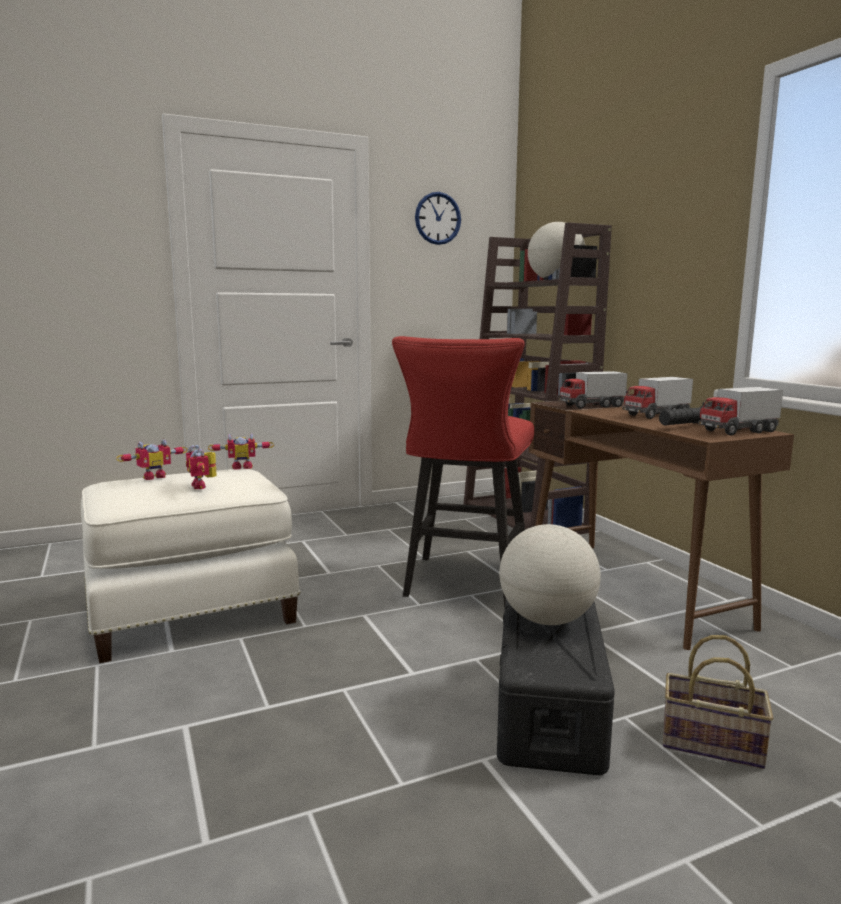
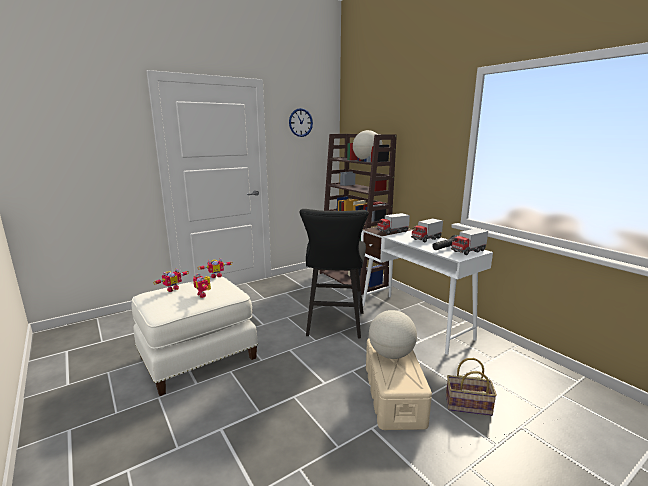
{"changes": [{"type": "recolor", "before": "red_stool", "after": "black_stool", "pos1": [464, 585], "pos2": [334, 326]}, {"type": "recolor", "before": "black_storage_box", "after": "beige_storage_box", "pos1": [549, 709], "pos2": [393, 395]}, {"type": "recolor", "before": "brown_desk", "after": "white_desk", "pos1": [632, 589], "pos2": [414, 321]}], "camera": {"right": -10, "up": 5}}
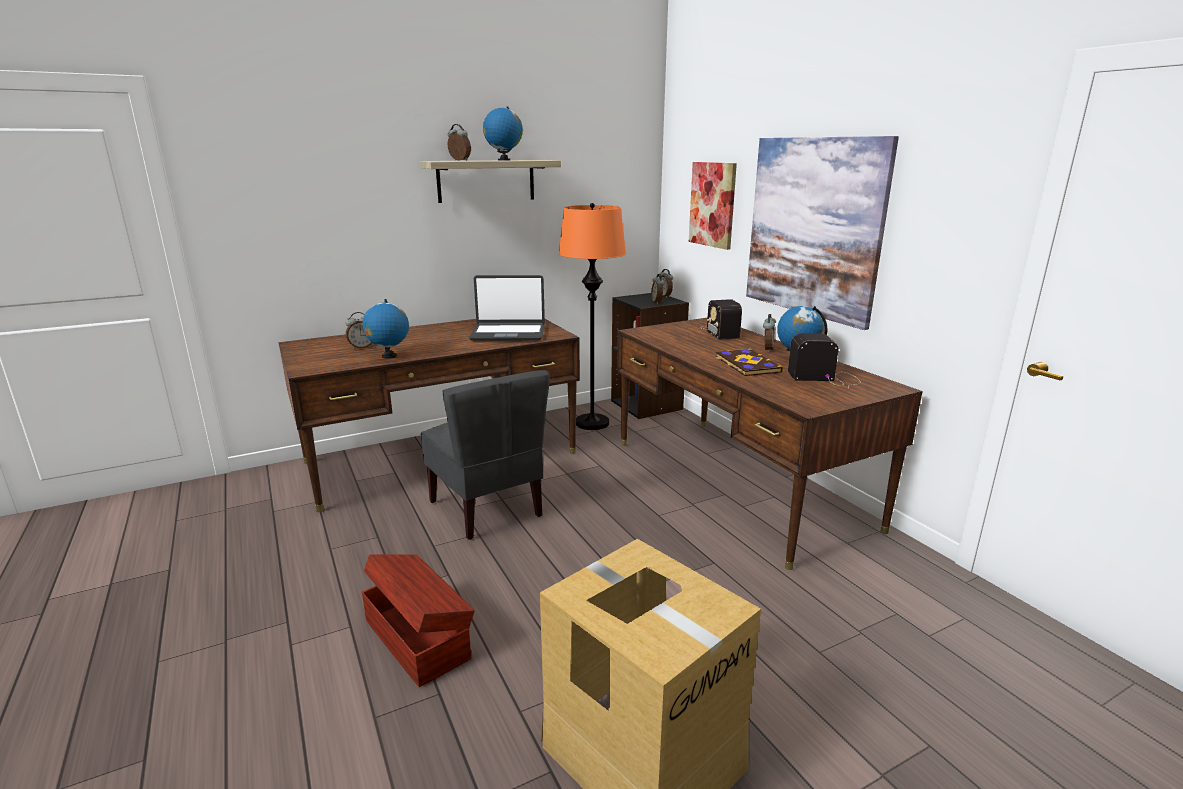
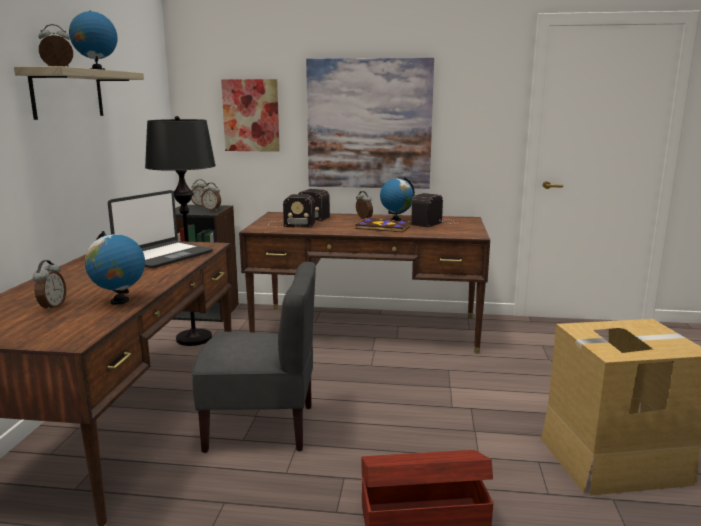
{"changes": [{"type": "insert", "after": "radio", "pos2": [289, 224]}, {"type": "recolor", "before": "orange_floor_lamp", "after": "black_floor_lamp", "pos1": [591, 423], "pos2": [194, 339]}], "camera": {"right": -55, "up": -5}}
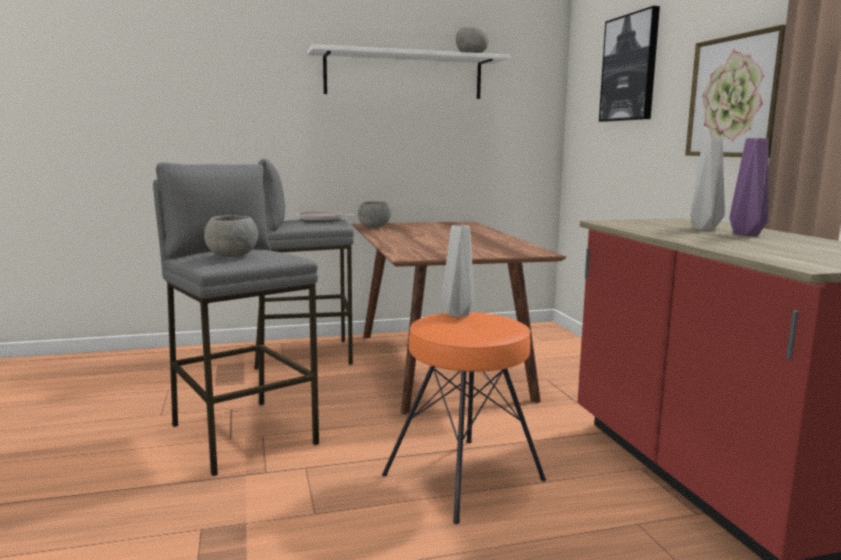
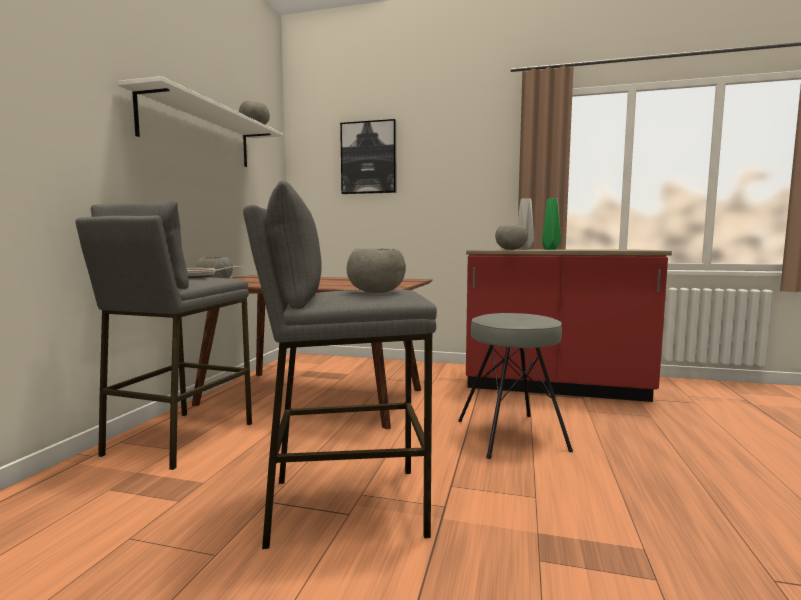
{"changes": [{"type": "delete", "before": "grey_vase", "pos1": [459, 314]}, {"type": "delete", "before": "picture", "pos1": [734, 97]}, {"type": "insert", "after": "grey_bowl", "pos2": [510, 249]}, {"type": "recolor", "before": "orange_stool", "after": "grey_stool", "pos1": [464, 478], "pos2": [511, 435]}, {"type": "recolor", "before": "purple_vase", "after": "green_vase", "pos1": [747, 234], "pos2": [551, 249]}], "camera": {"right": -60, "up": -5}}
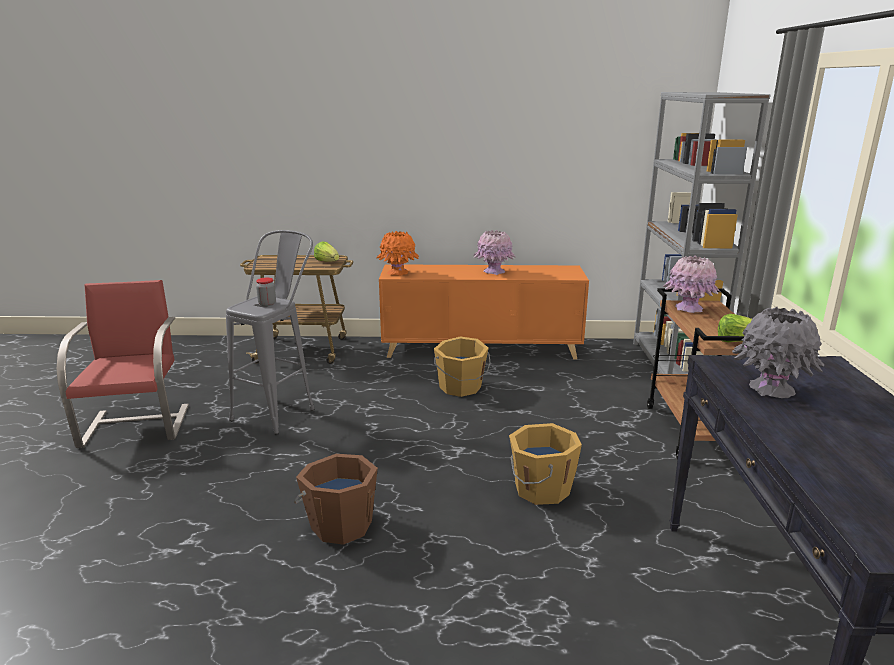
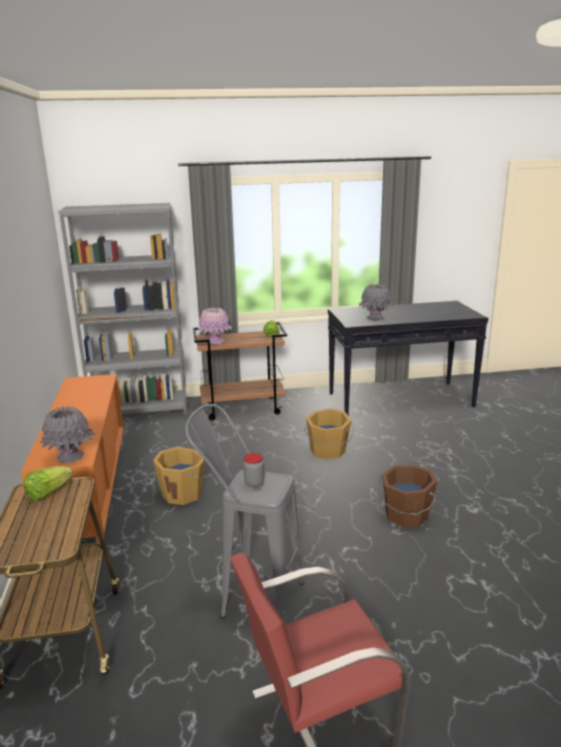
{"changes": [{"type": "delete", "before": "pink_vase", "pos1": [494, 272]}, {"type": "recolor", "before": "orange_vase", "after": "grey_vase", "pos1": [398, 273], "pos2": [70, 457]}], "camera": {"right": -100, "up": 0}}
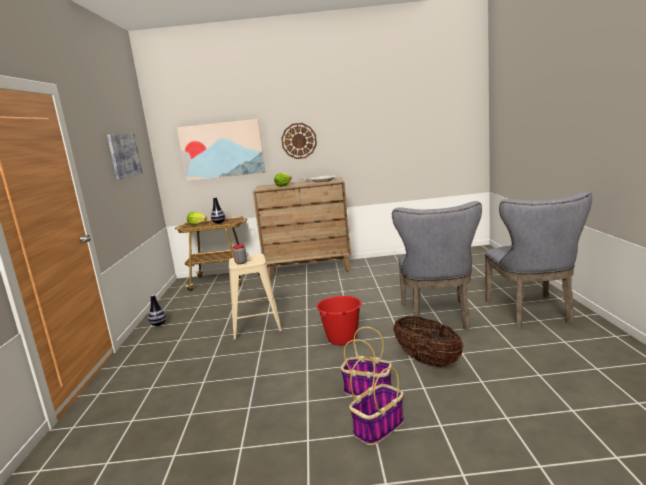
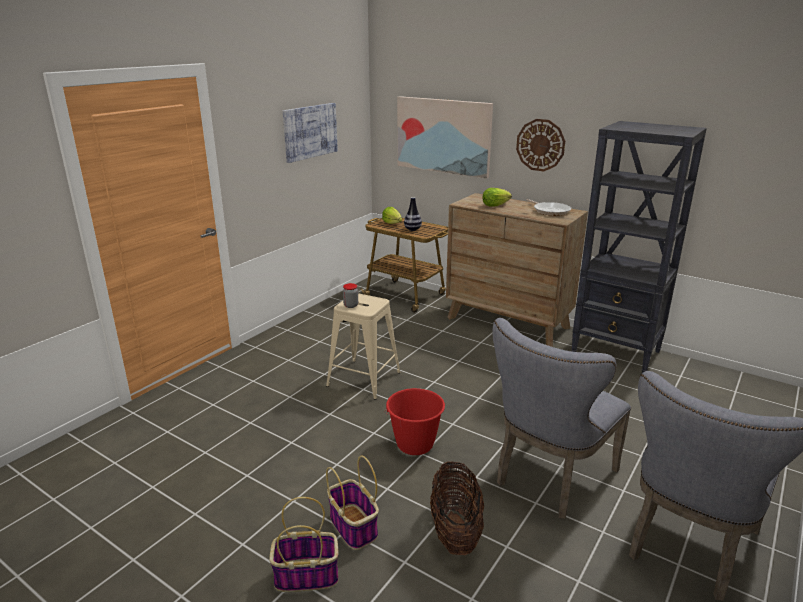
{"changes": [{"type": "delete", "before": "vase", "pos1": [158, 324]}, {"type": "insert", "after": "black_bookcase", "pos2": [616, 353]}], "camera": {"right": 35, "up": 10}}
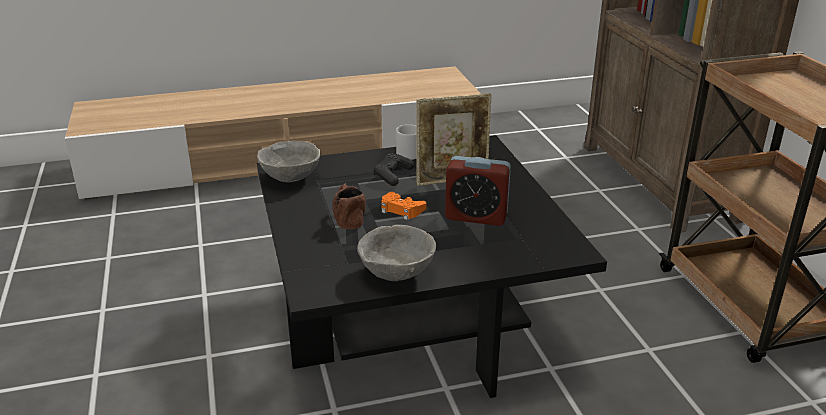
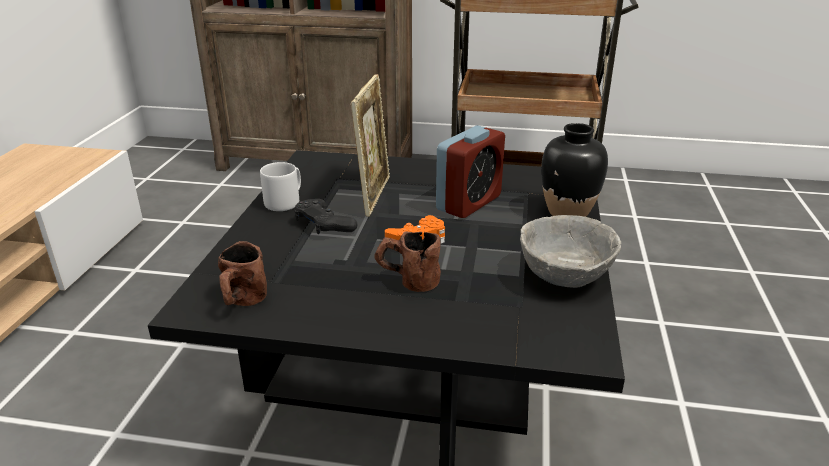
{"changes": [{"type": "insert", "after": "black_vase", "pos2": [567, 212]}, {"type": "replace", "before": "grey_bowl", "after": "brown_mug", "pos1": [290, 178], "pos2": [242, 303]}], "camera": {"right": -65, "up": 0}}
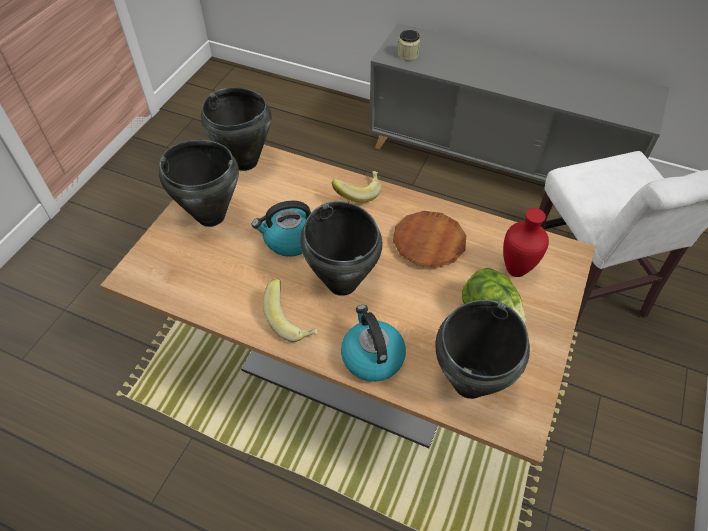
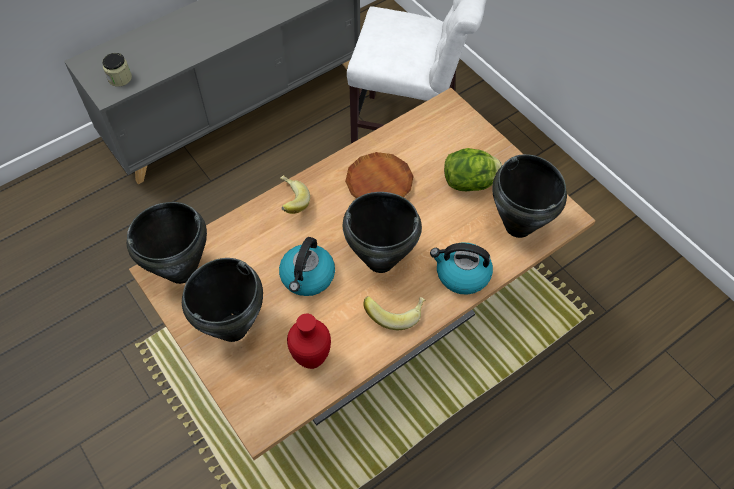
{"changes": [{"type": "move", "before": "red_vase", "pos1": [517, 269], "pos2": [312, 358]}], "camera": {"right": -60, "up": 5}}
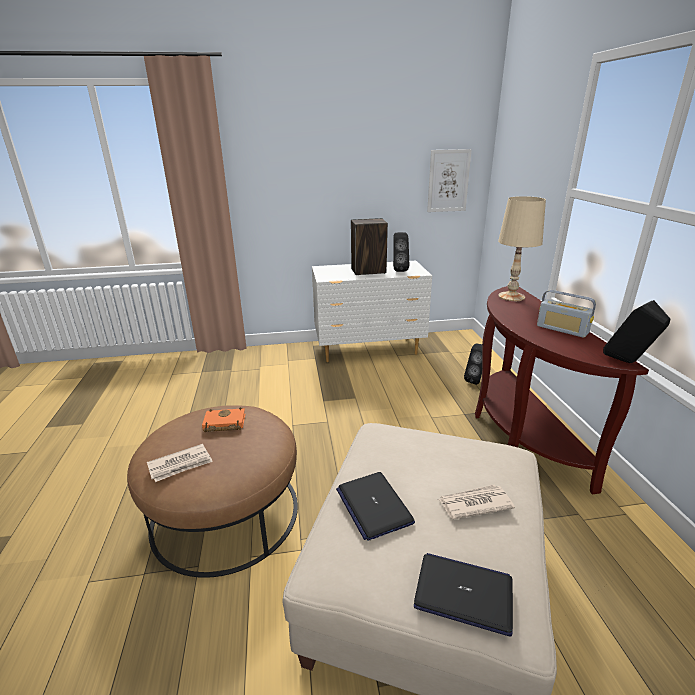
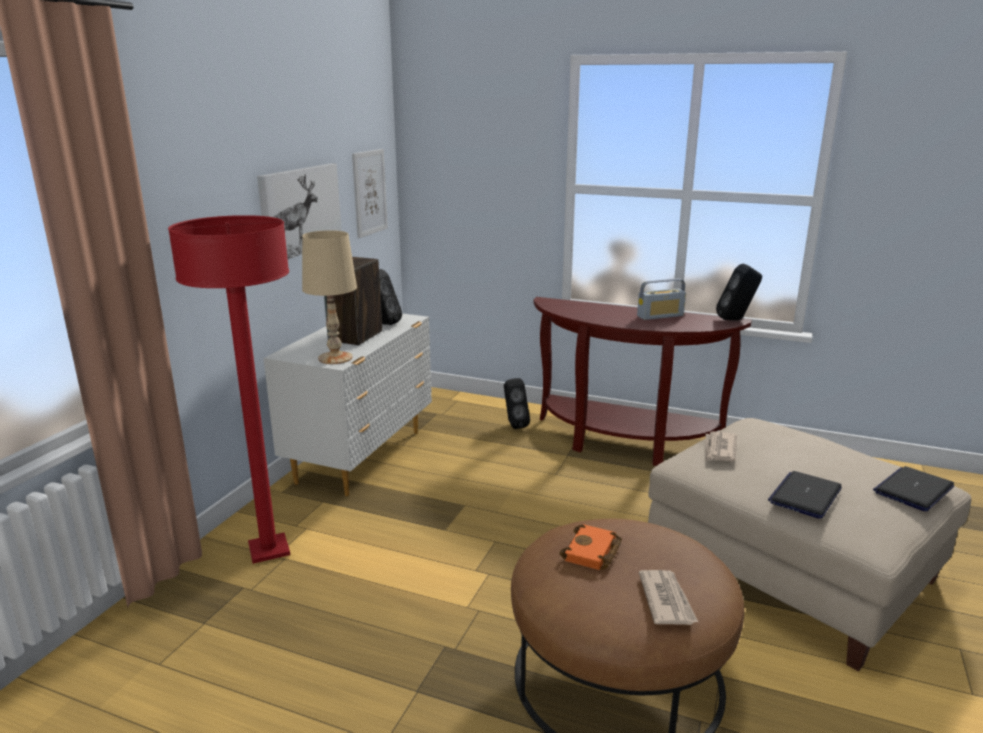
{"changes": [{"type": "insert", "after": "red_floor_lamp", "pos2": [269, 550]}, {"type": "insert", "after": "picture", "pos2": [300, 210]}, {"type": "move", "before": "newspaper", "pos1": [474, 503], "pos2": [719, 449]}, {"type": "move", "before": "beige_table_lamp", "pos1": [511, 296], "pos2": [335, 358]}, {"type": "rotate", "before": "laptop", "pos1": [373, 505], "pos2": [805, 495], "turn": 120}], "camera": {"right": -60, "up": -5}}
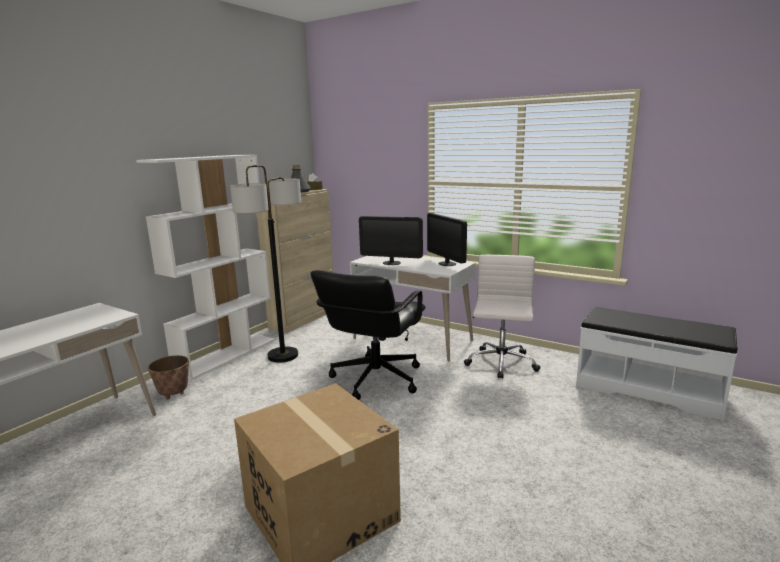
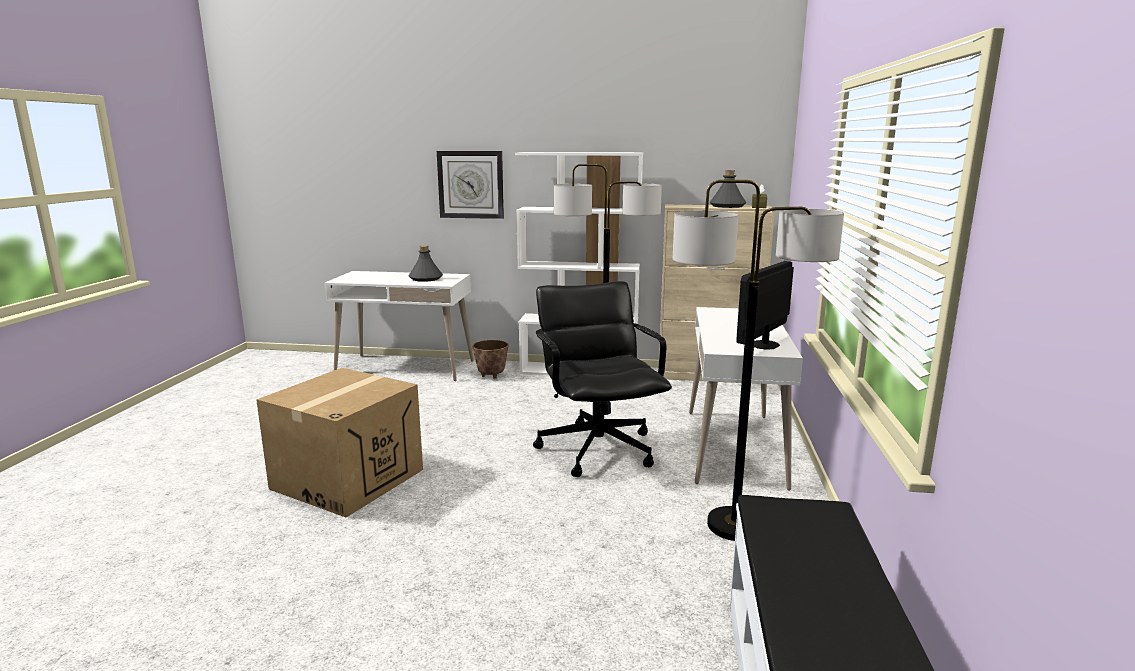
{"changes": [{"type": "delete", "before": "monitor", "pos1": [391, 263]}, {"type": "insert", "after": "grey_bottle", "pos2": [426, 278]}, {"type": "insert", "after": "wall_clock", "pos2": [471, 184]}, {"type": "replace", "before": "white_office_chair", "after": "floor_lamp", "pos1": [501, 364], "pos2": [735, 526]}, {"type": "rotate", "before": "black_office_chair", "pos1": [375, 379], "pos2": [598, 448], "turn": 75}], "camera": {"right": 65, "up": 0}}
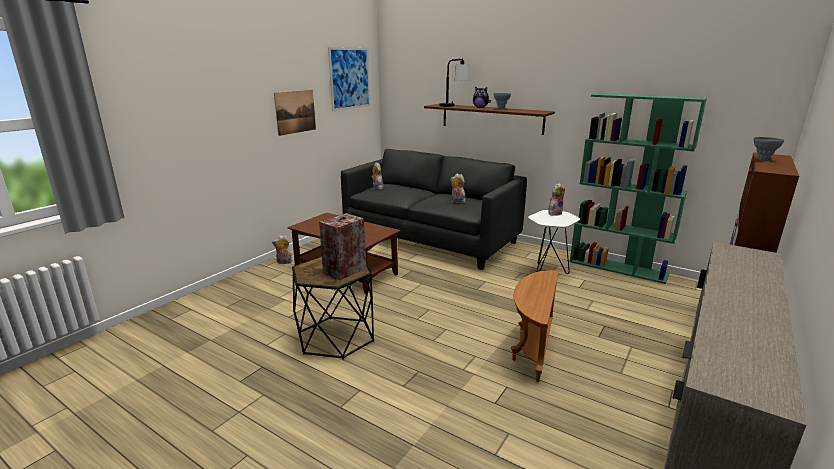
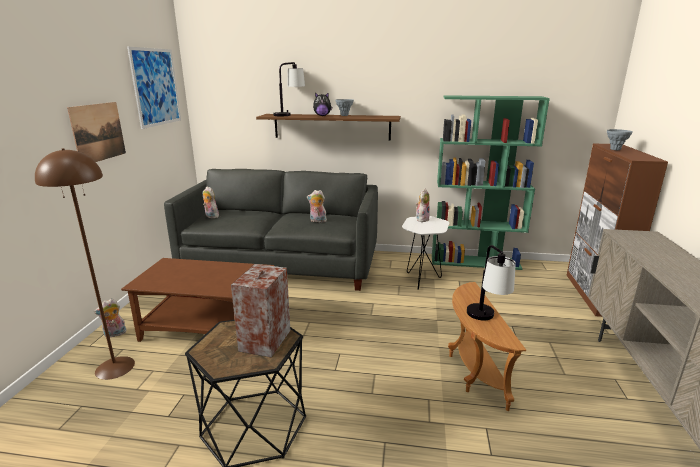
{"changes": [{"type": "insert", "after": "brown_floor_lamp", "pos2": [115, 367]}, {"type": "insert", "after": "table_lamp", "pos2": [486, 320]}], "camera": {"right": -25, "up": 0}}
